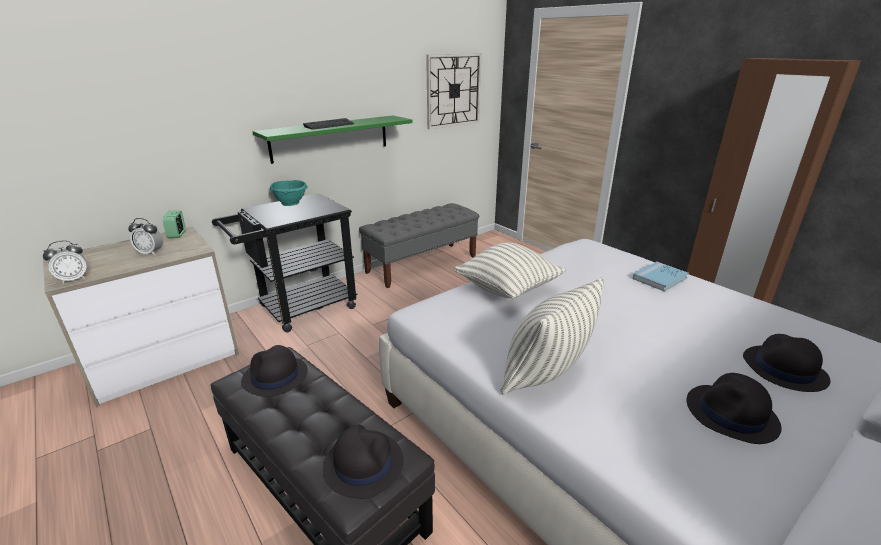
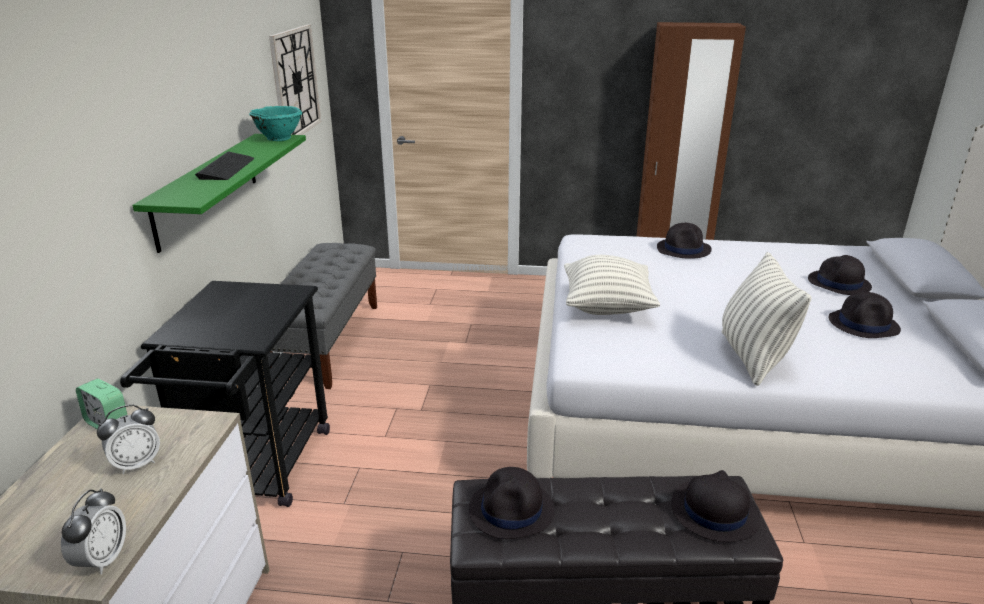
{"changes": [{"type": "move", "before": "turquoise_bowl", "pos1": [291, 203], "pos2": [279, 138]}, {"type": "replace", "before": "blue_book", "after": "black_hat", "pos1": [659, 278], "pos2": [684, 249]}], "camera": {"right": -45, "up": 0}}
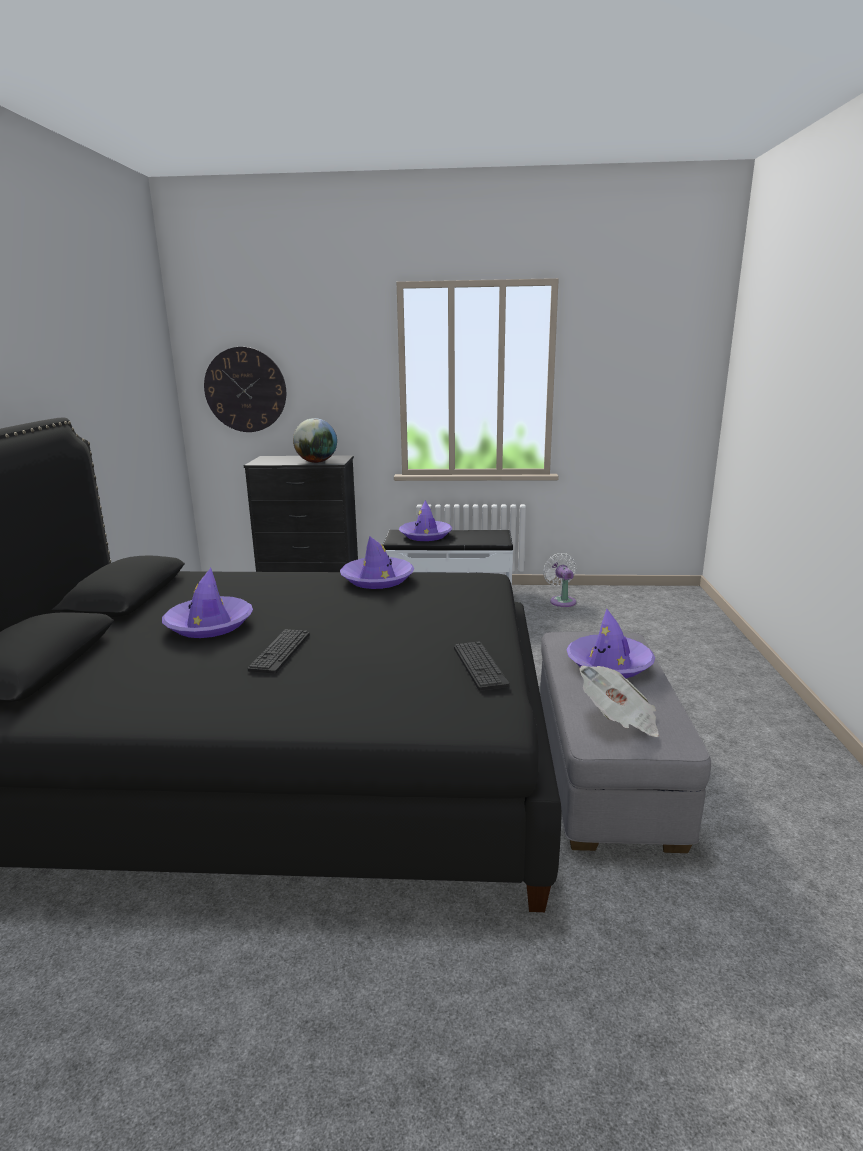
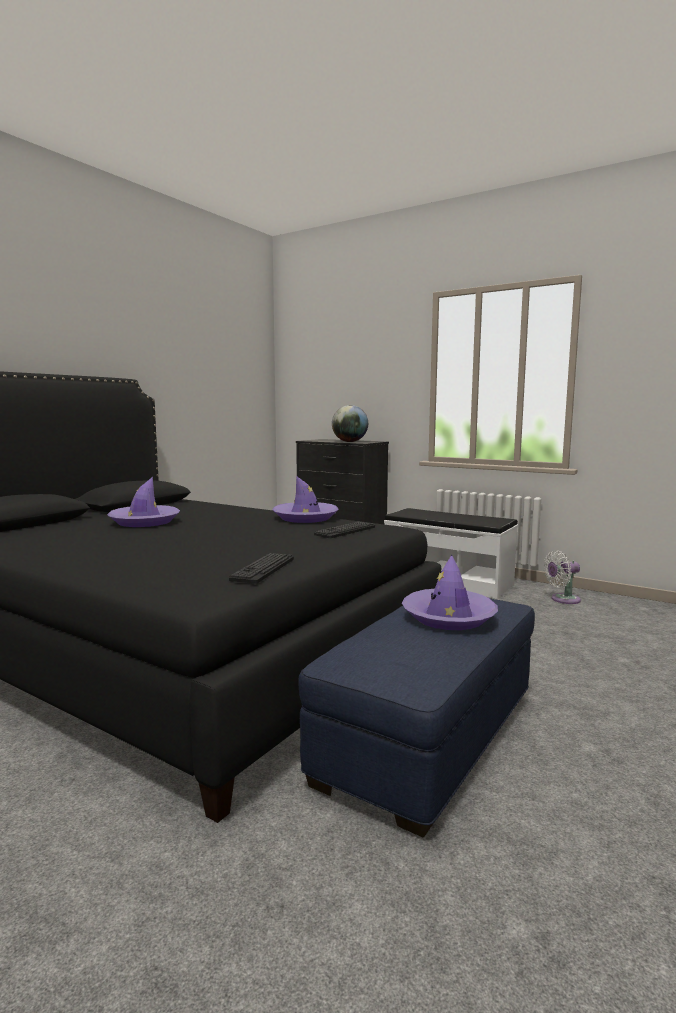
{"changes": [{"type": "delete", "before": "wall_clock", "pos1": [245, 390]}, {"type": "delete", "before": "purple_hat", "pos1": [425, 535]}, {"type": "delete", "before": "newspaper", "pos1": [619, 719]}, {"type": "move", "before": "keyboard", "pos1": [280, 651], "pos2": [345, 531]}, {"type": "recolor", "before": "grey_ottoman", "after": "blue_ottoman", "pos1": [604, 770], "pos2": [428, 736]}, {"type": "rotate", "before": "white_fan", "pos1": [561, 601], "pos2": [562, 599], "turn": -120}], "camera": {"right": 30, "up": -10}}
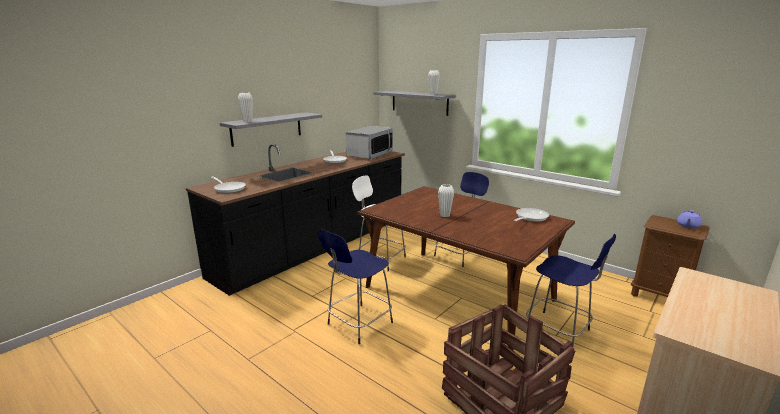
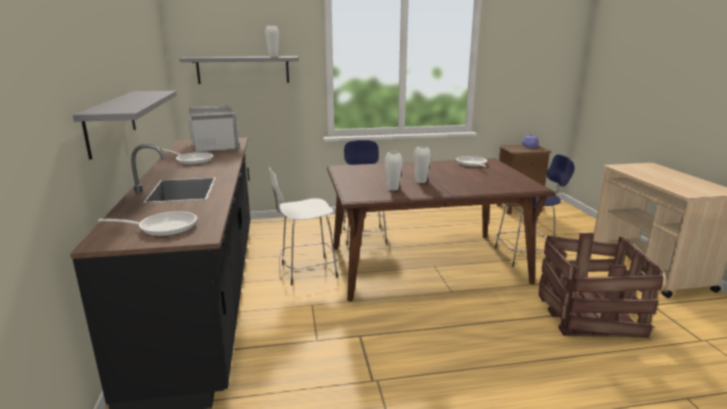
{"changes": [{"type": "delete", "before": "blue_stool", "pos1": [358, 324]}, {"type": "move", "before": "white_vase", "pos1": [247, 121], "pos2": [392, 188]}], "camera": {"right": -50, "up": 0}}
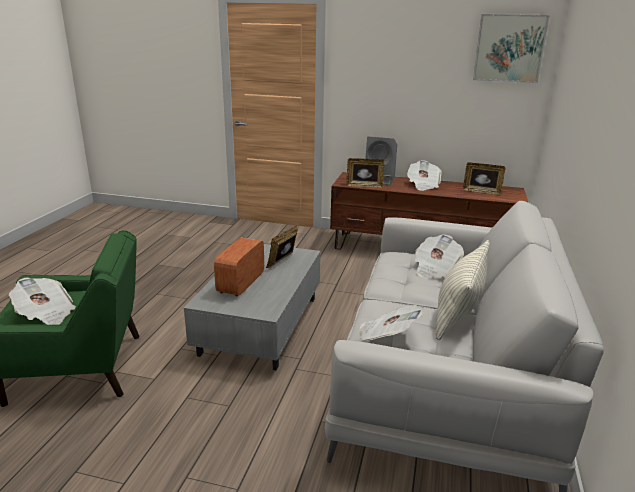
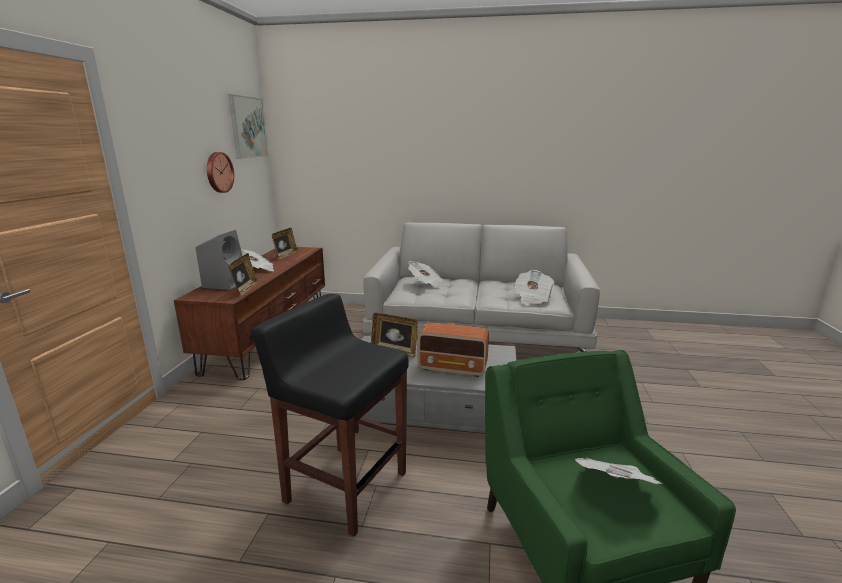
{"changes": [{"type": "delete", "before": "pillow", "pos1": [459, 313]}, {"type": "insert", "after": "wall_clock", "pos2": [218, 172]}, {"type": "insert", "after": "black_stool", "pos2": [345, 486]}], "camera": {"right": -95, "up": -5}}
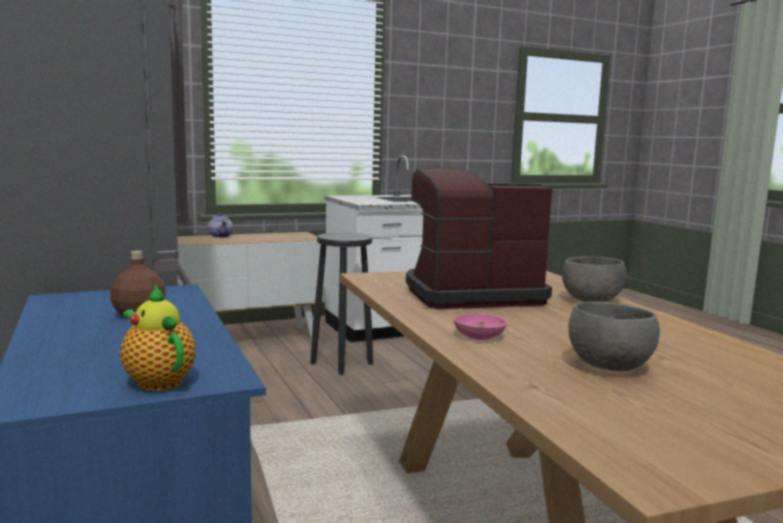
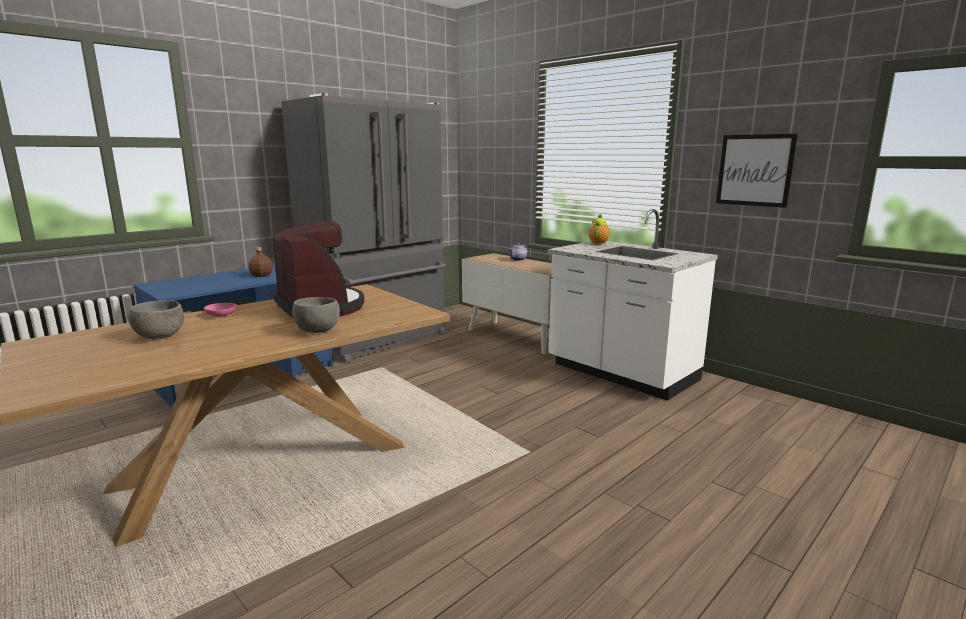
{"changes": [{"type": "delete", "before": "black_stool", "pos1": [342, 363]}, {"type": "insert", "after": "picture", "pos2": [754, 170]}, {"type": "move", "before": "teapot", "pos1": [157, 381], "pos2": [599, 243]}], "camera": {"right": 70, "up": 5}}
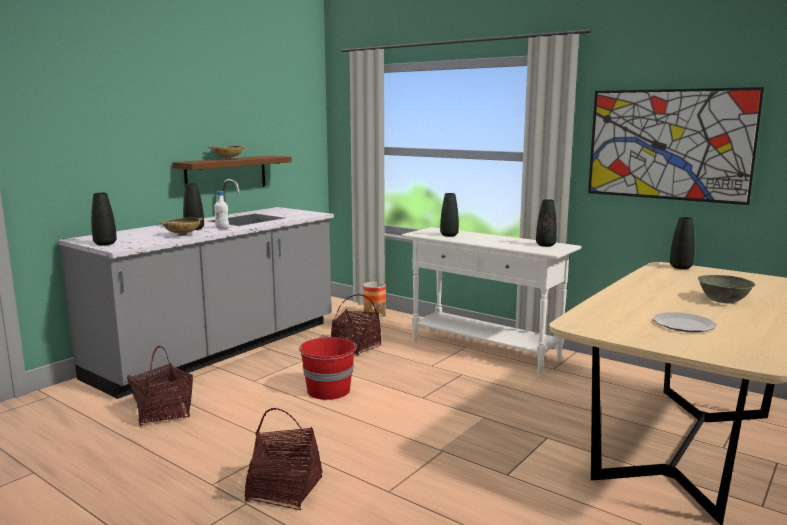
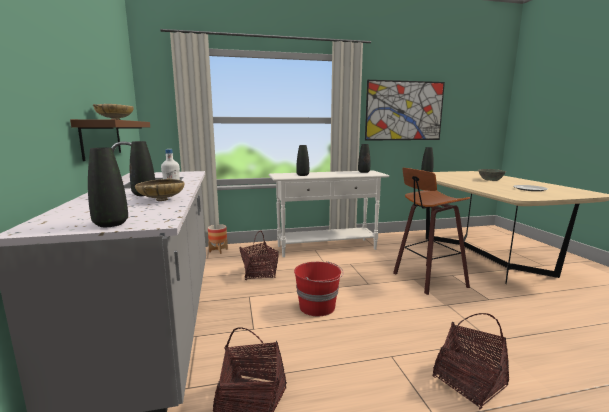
{"changes": [{"type": "insert", "after": "stool", "pos2": [427, 279]}], "camera": {"right": -50, "up": 0}}
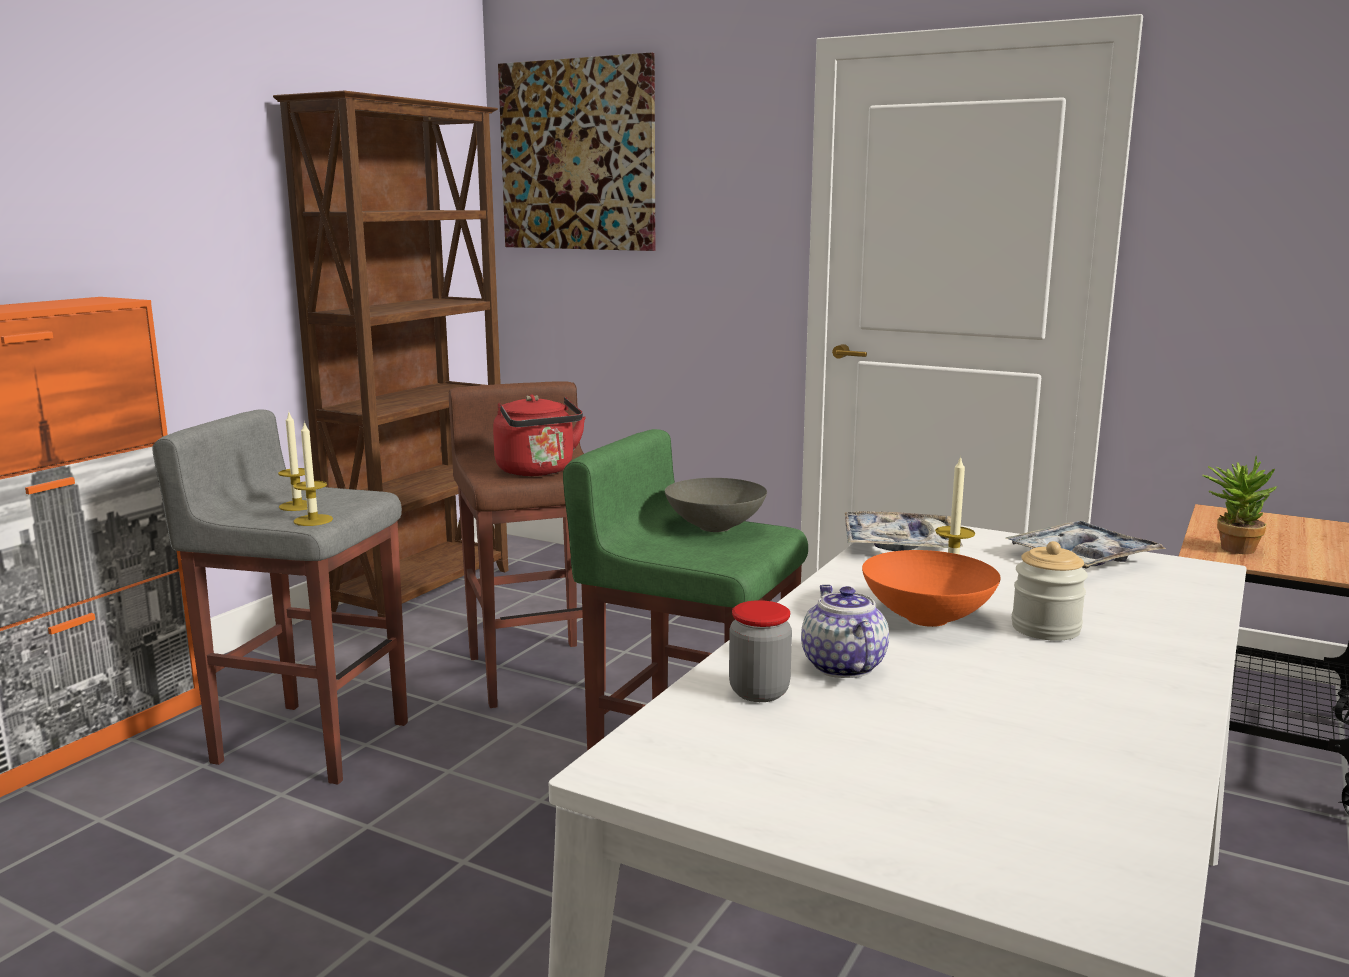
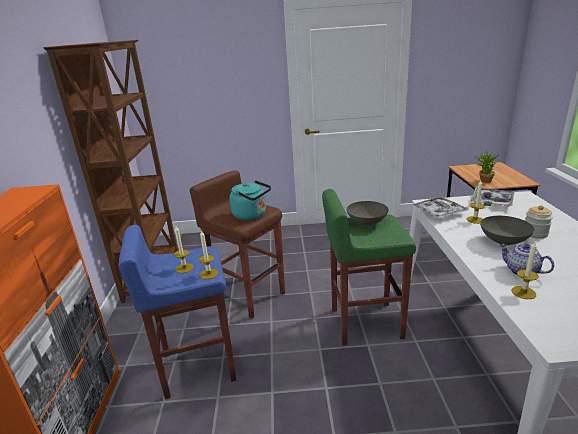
{"changes": [{"type": "delete", "before": "picture", "pos1": [577, 155]}, {"type": "replace", "before": "jar", "after": "candle", "pos1": [759, 692], "pos2": [523, 292]}, {"type": "recolor", "before": "grey_stool", "after": "blue_stool", "pos1": [310, 740], "pos2": [197, 366]}, {"type": "recolor", "before": "red_kettle", "after": "turquoise_kettle", "pos1": [538, 471], "pos2": [252, 215]}, {"type": "recolor", "before": "orange_bowl", "after": "grey_bowl", "pos1": [929, 619], "pos2": [504, 241]}], "camera": {"right": -30, "up": 10}}
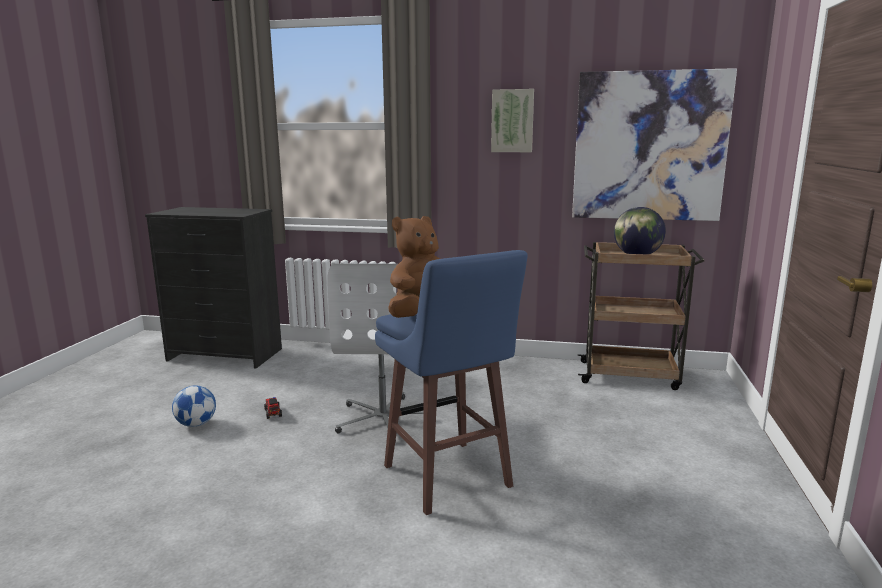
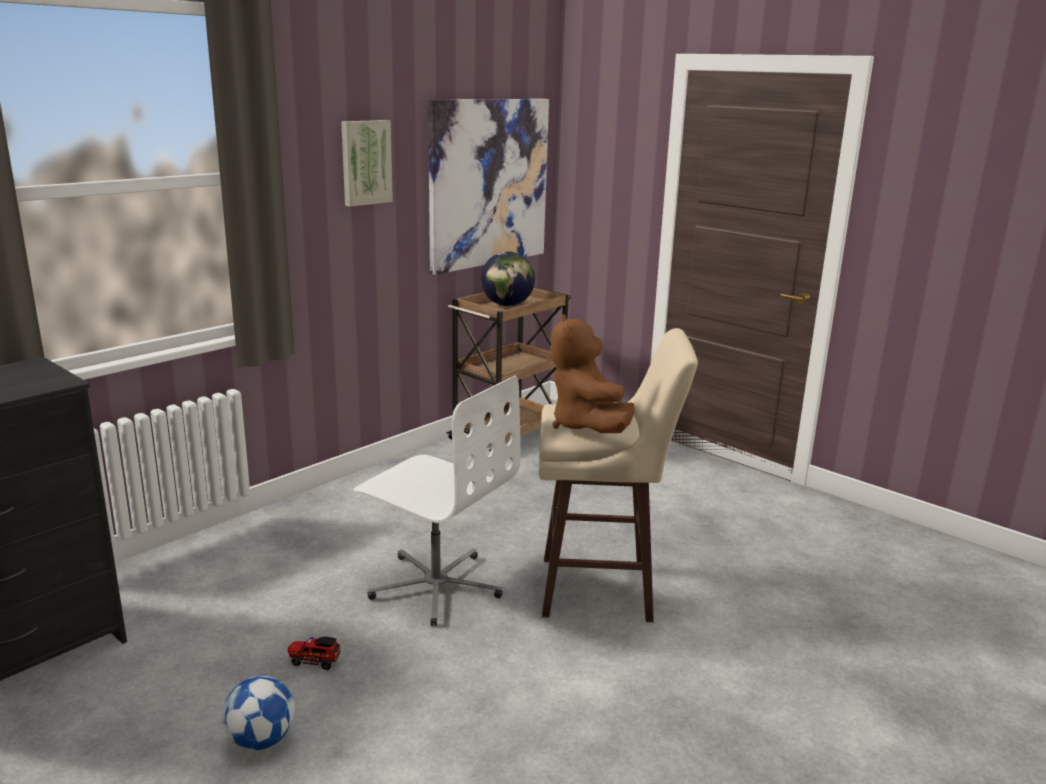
{"changes": [{"type": "recolor", "before": "blue_stool", "after": "beige_stool", "pos1": [447, 478], "pos2": [600, 590]}], "camera": {"right": -60, "up": 5}}
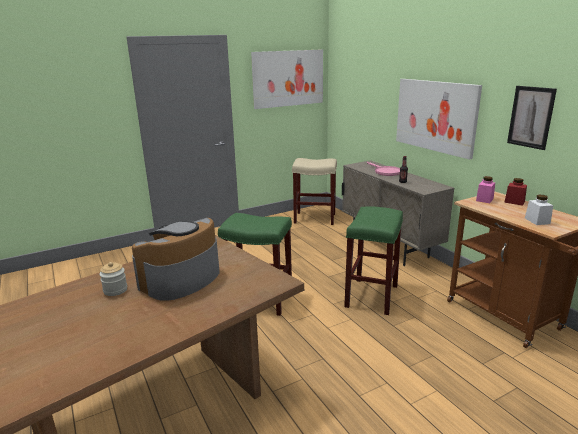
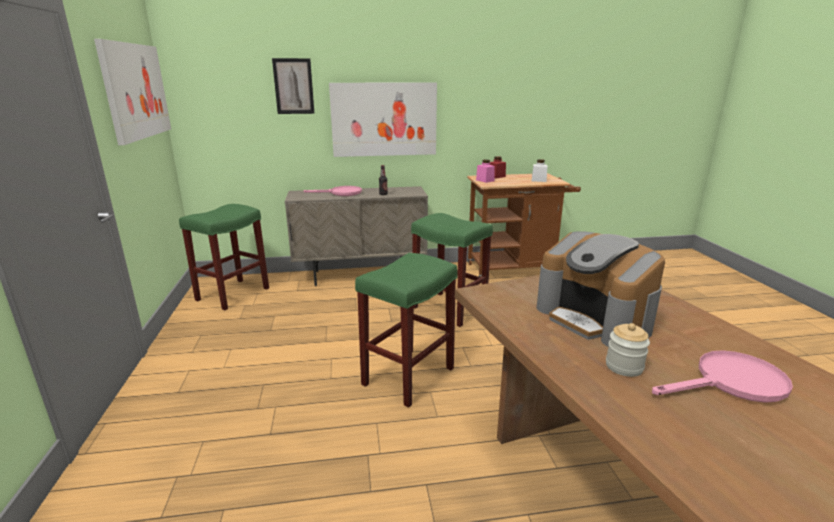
{"changes": [{"type": "insert", "after": "pink_frying_pan", "pos2": [731, 383]}, {"type": "move", "before": "picture", "pos1": [531, 117], "pos2": [293, 86]}, {"type": "recolor", "before": "beige_stool", "after": "green_stool", "pos1": [314, 218], "pos2": [232, 294]}], "camera": {"right": -70, "up": 0}}
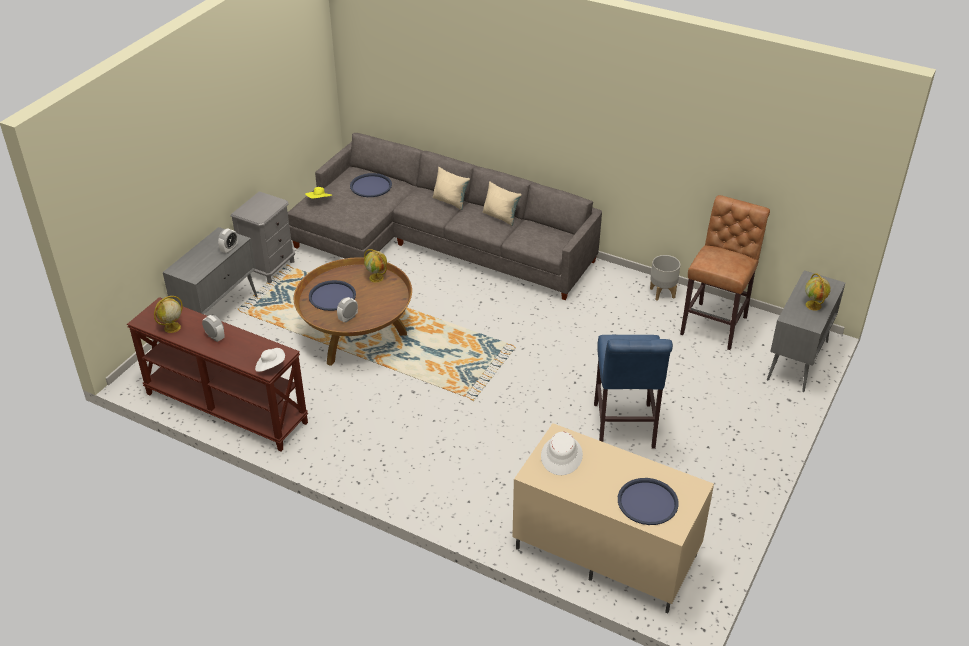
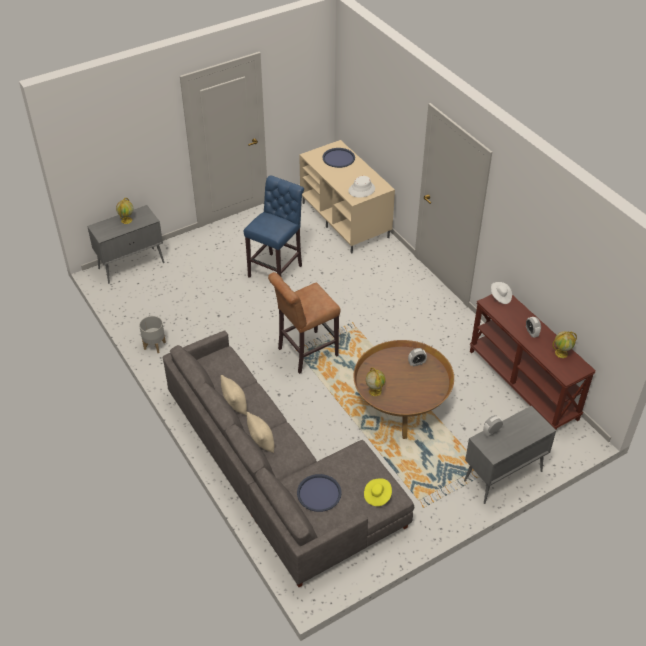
{"changes": [{"type": "delete", "before": "grey_nightstand", "pos1": [269, 267]}, {"type": "delete", "before": "blue_tray", "pos1": [332, 296]}, {"type": "move", "before": "brown_stool", "pos1": [715, 323], "pos2": [305, 353]}], "camera": {"right": -150, "up": 5}}
